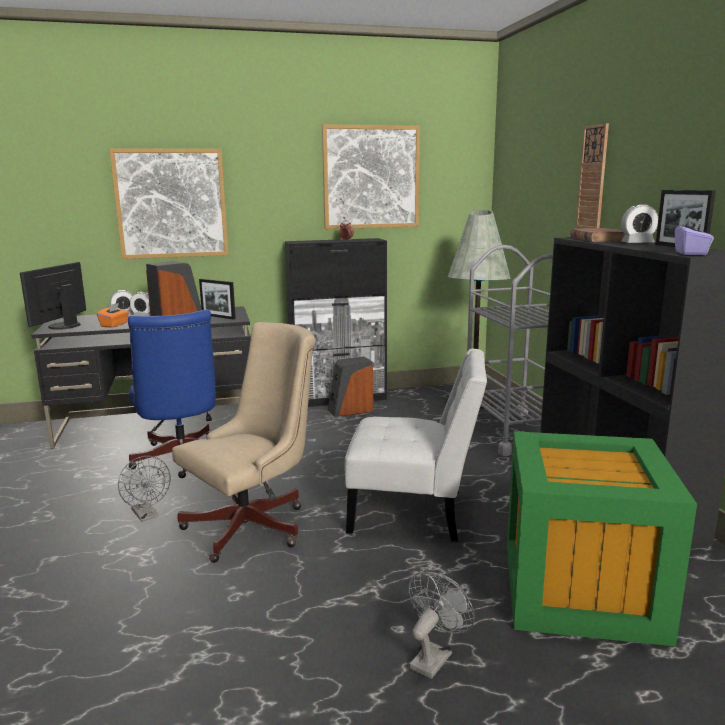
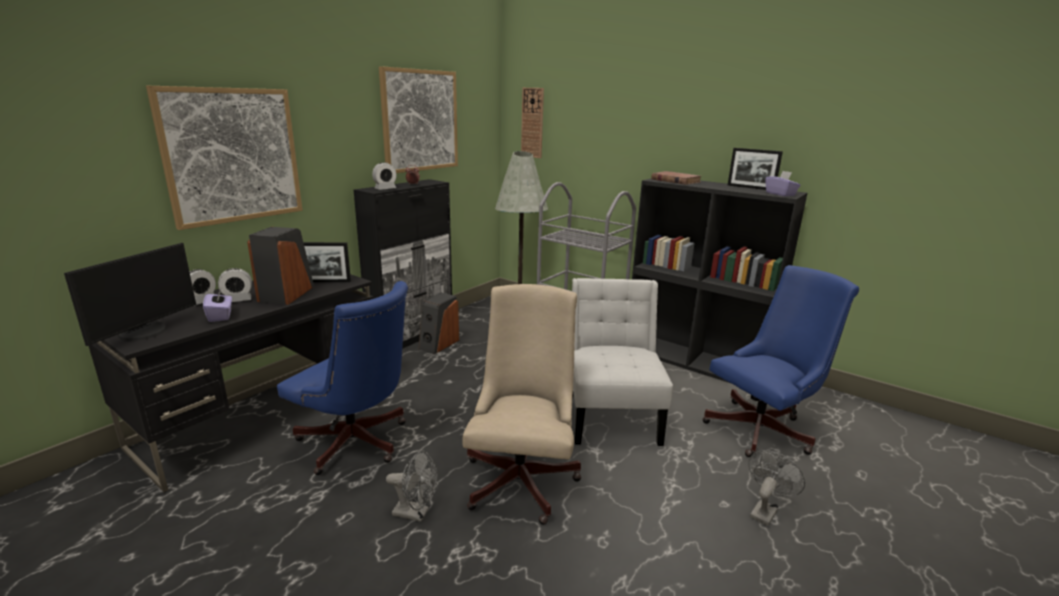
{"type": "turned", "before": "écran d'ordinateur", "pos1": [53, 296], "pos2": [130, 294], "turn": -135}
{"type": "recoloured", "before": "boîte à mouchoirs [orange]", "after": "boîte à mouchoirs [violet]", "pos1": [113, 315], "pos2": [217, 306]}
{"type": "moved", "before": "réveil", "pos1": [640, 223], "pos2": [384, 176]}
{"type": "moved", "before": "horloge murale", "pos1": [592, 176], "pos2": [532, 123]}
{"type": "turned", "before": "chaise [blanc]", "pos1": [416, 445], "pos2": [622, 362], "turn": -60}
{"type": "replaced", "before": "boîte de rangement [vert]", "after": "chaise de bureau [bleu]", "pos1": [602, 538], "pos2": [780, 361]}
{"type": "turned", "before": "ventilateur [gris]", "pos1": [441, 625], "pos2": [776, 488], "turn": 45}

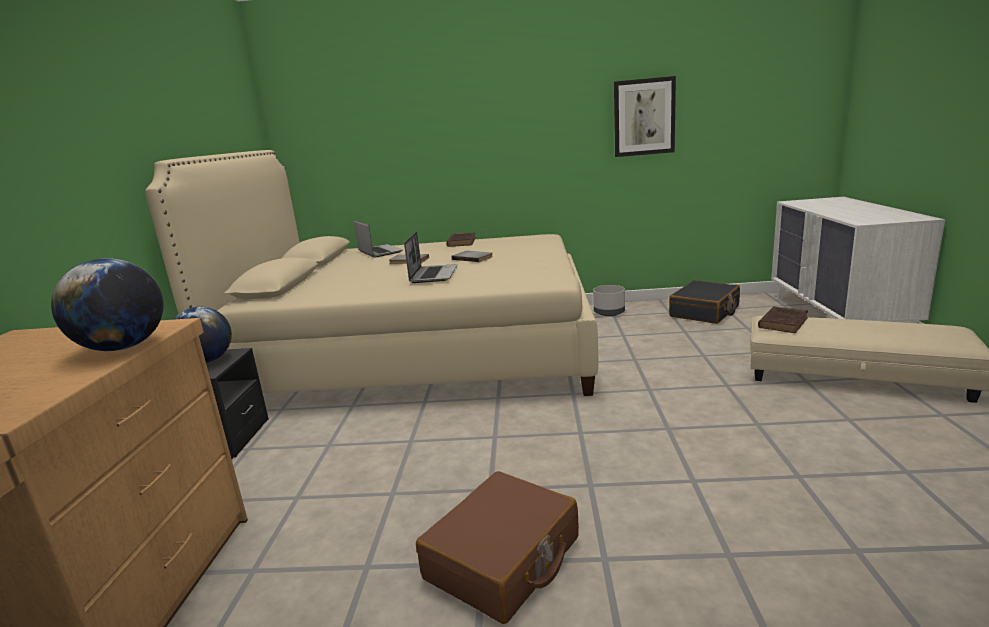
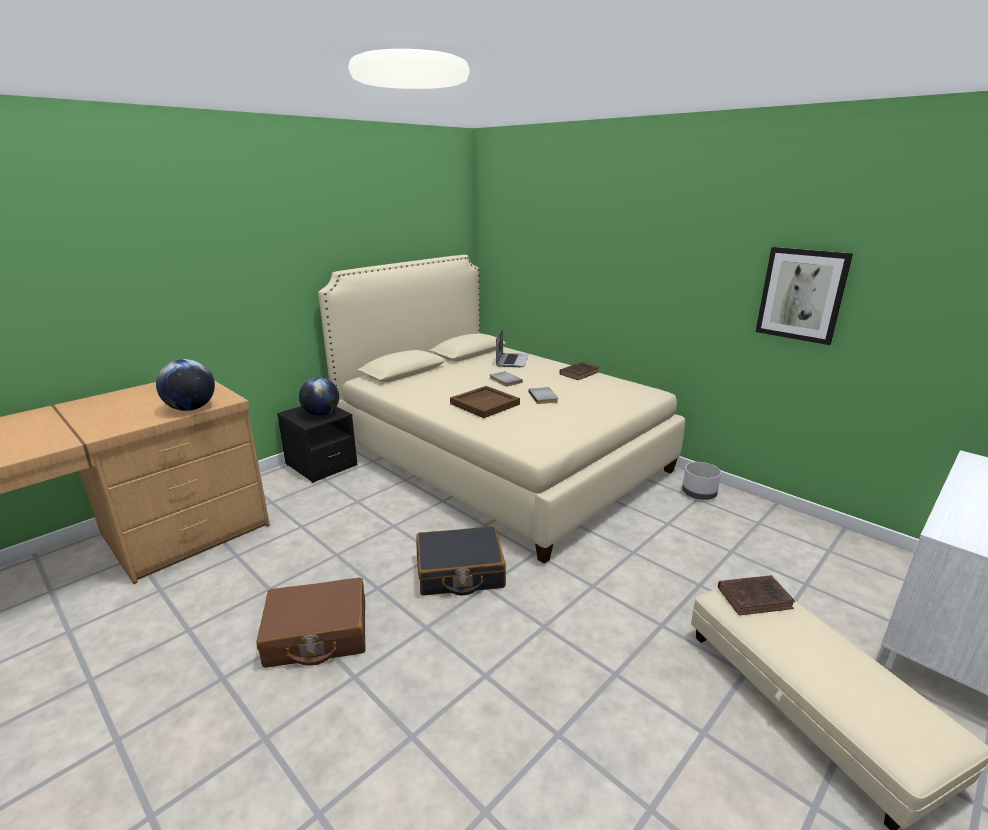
{"type": "moved", "before": "valise [noir]", "pos1": [704, 302], "pos2": [461, 561]}
{"type": "replaced", "before": "ordinateur portable", "after": "plateau [marron]", "pos1": [431, 257], "pos2": [485, 402]}

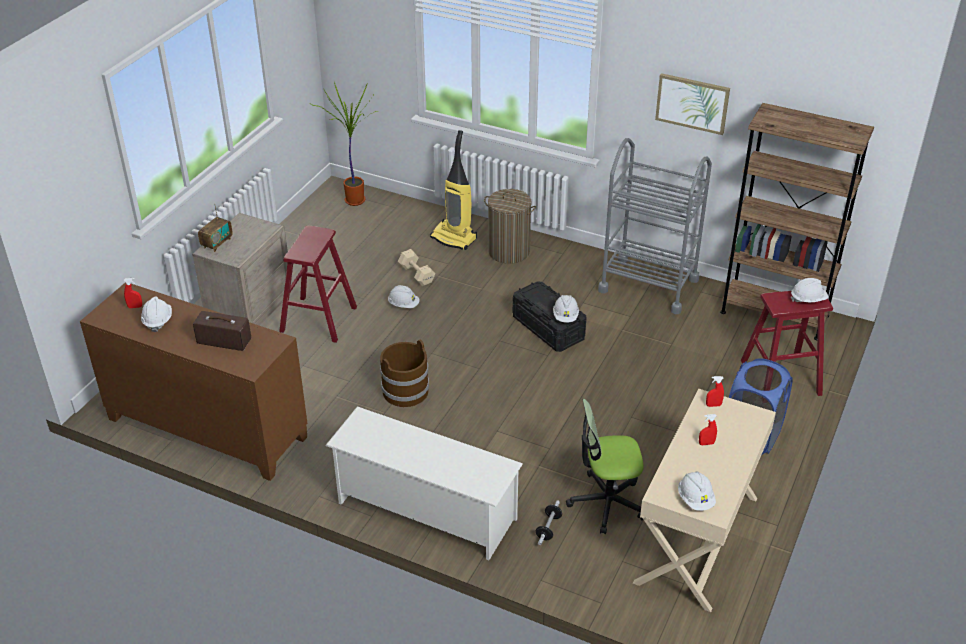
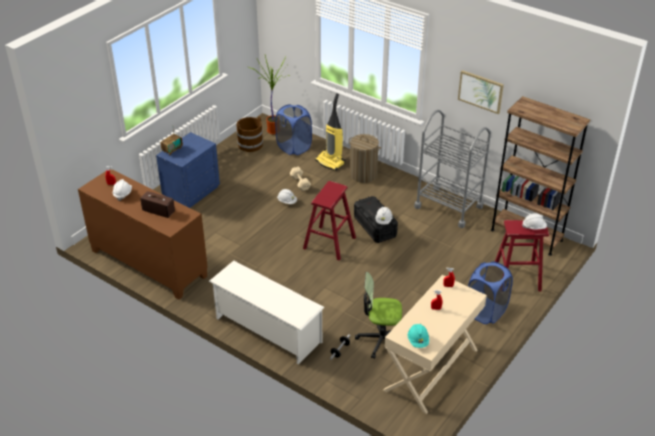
{"type": "recoloured", "before": "table de chevet [beige]", "after": "table de chevet [bleu]", "pos1": [243, 269], "pos2": [188, 170]}
{"type": "moved", "before": "seau [marron]", "pos1": [404, 373], "pos2": [249, 134]}
{"type": "added", "after": "panier à linge [bleu]", "pos2": [293, 129]}
{"type": "moved", "before": "tabouret [rouge]", "pos1": [318, 284], "pos2": [329, 221]}
{"type": "recoloured", "before": "casque de chantier [blanc]", "after": "casque de chantier [turquoise]", "pos1": [697, 491], "pos2": [418, 336]}

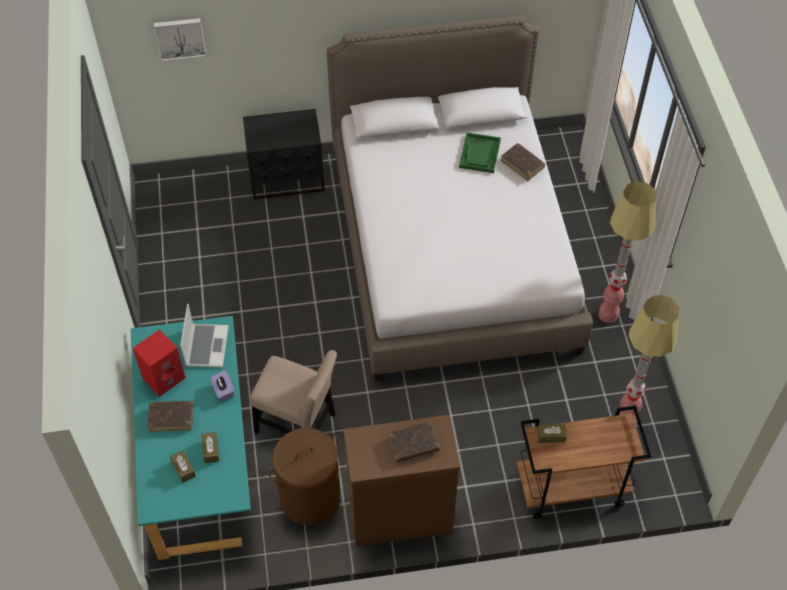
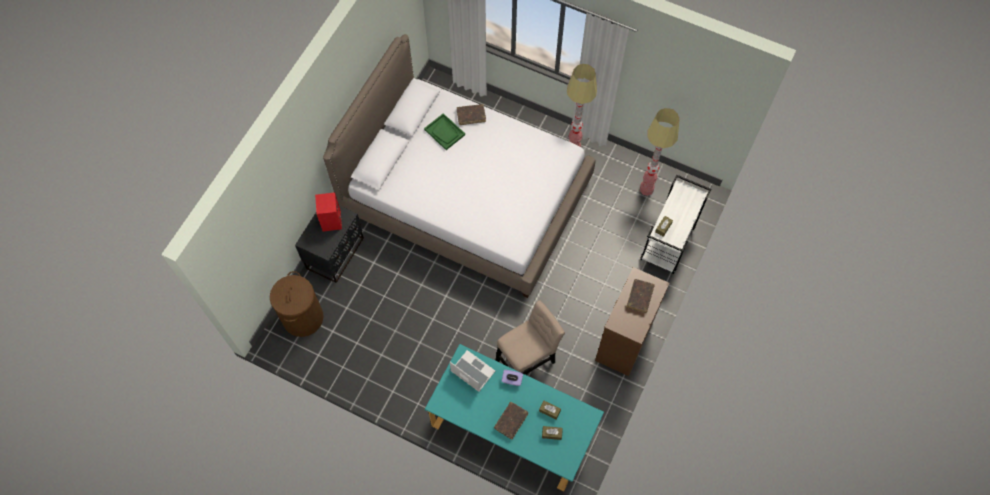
{"type": "moved", "before": "panier à linge [marron]", "pos1": [305, 476], "pos2": [296, 304]}
{"type": "moved", "before": "enceinte [rouge]", "pos1": [159, 363], "pos2": [328, 212]}
{"type": "recoloured", "before": "chariot [marron]", "after": "chariot [blanc]", "pos1": [584, 462], "pos2": [675, 224]}
{"type": "removed", "before": "tableau", "pos1": [180, 39]}

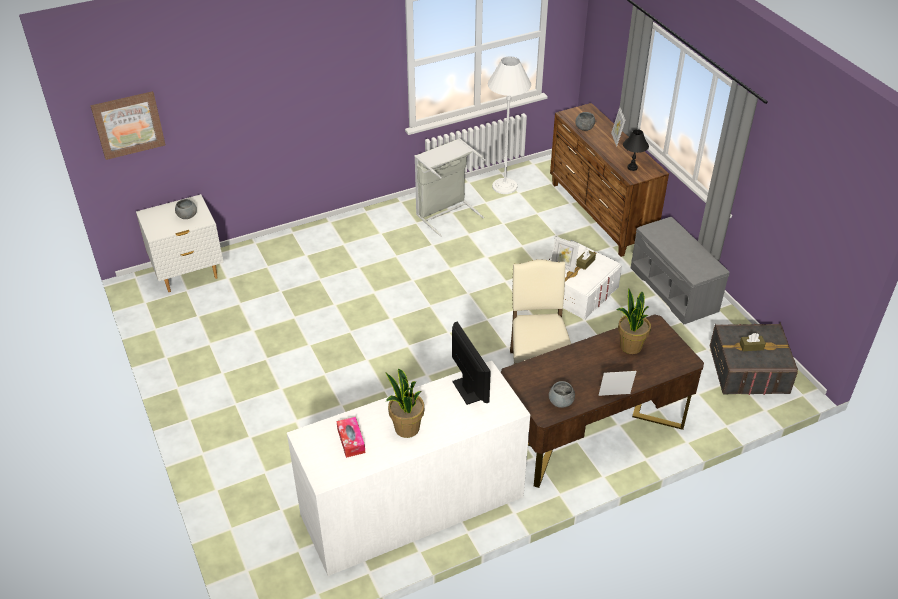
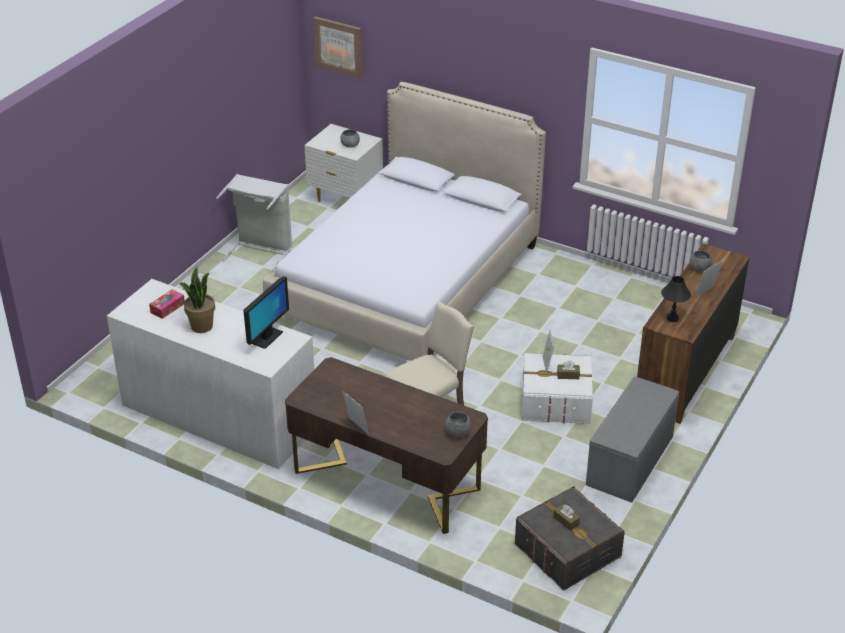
{"type": "moved", "before": "panier à linge [gris]", "pos1": [450, 187], "pos2": [254, 223]}
{"type": "added", "after": "lit", "pos2": [404, 221]}
{"type": "moved", "before": "bol [gris]", "pos1": [562, 394], "pos2": [458, 424]}
{"type": "removed", "before": "lampadaire [blanc]", "pos1": [509, 125]}
{"type": "removed", "before": "plante en pot", "pos1": [634, 321]}

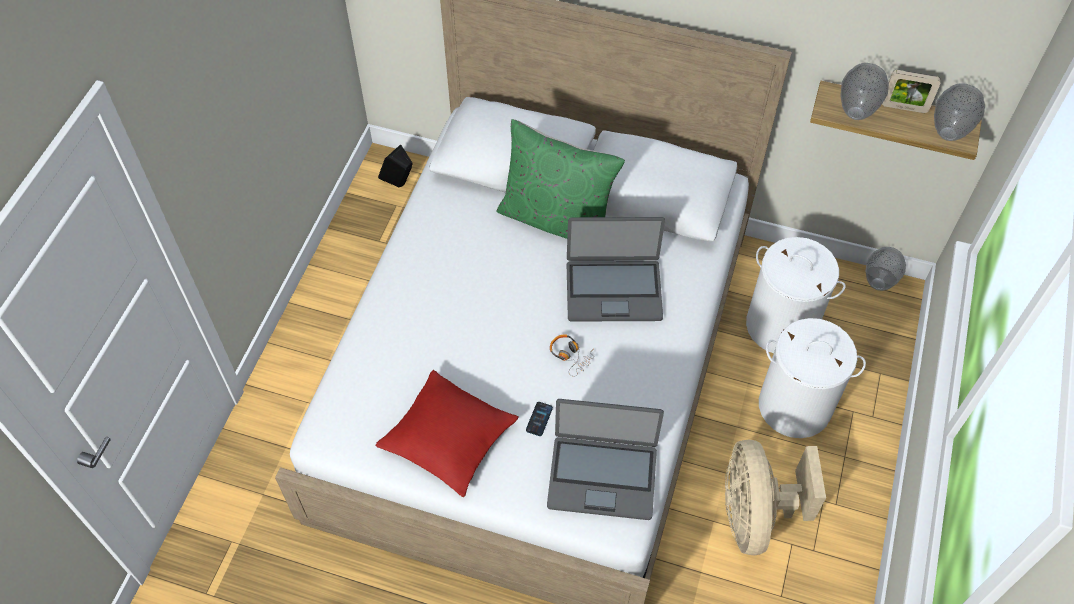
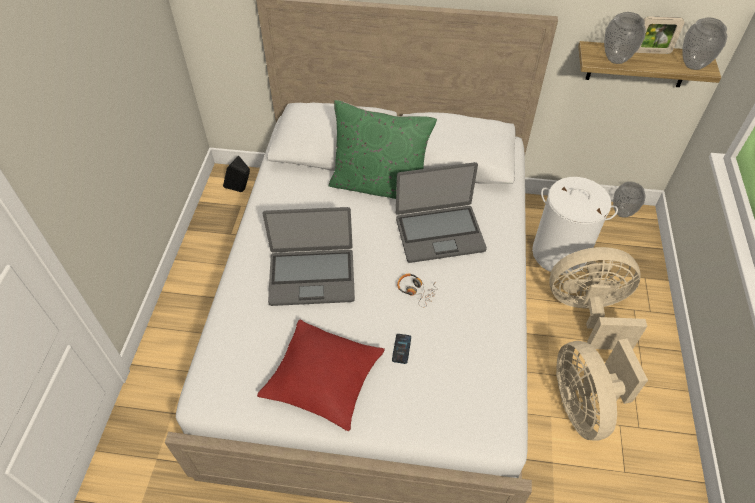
{"type": "moved", "before": "ordinateur portable", "pos1": [605, 459], "pos2": [309, 256]}
{"type": "replaced", "before": "panier à linge [blanc]", "after": "ventilateur [beige]", "pos1": [812, 378], "pos2": [598, 298]}

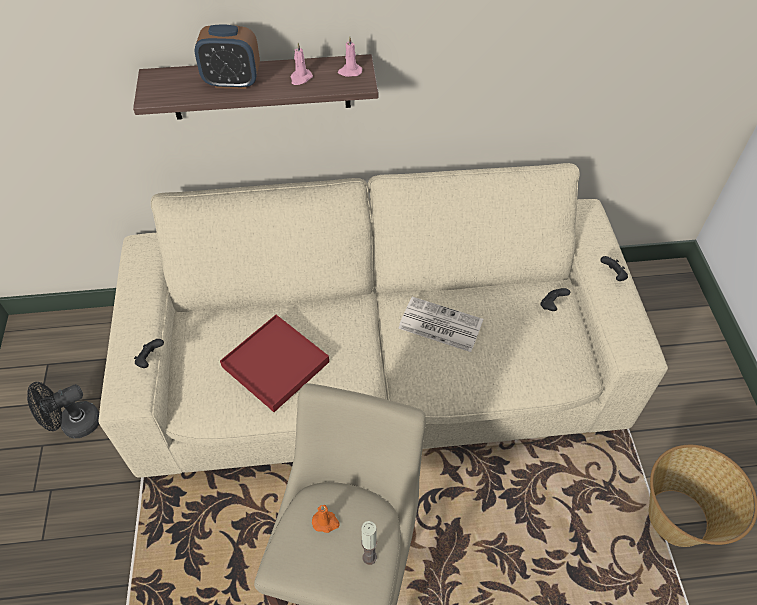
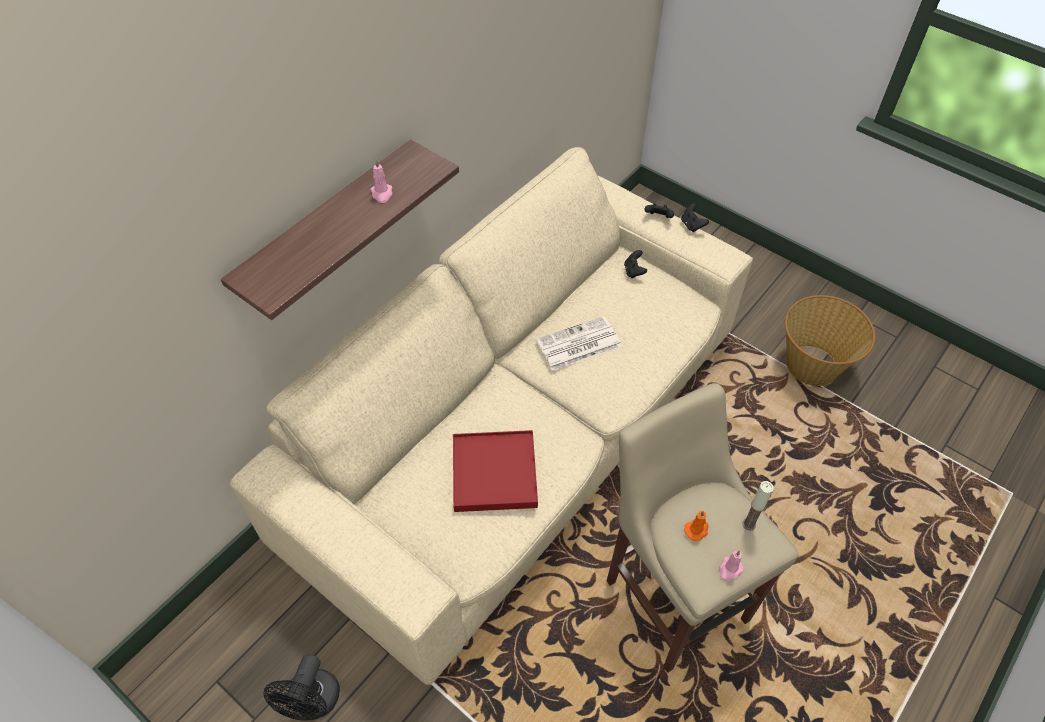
{"type": "moved", "before": "manette [noir]", "pos1": [149, 353], "pos2": [695, 217]}
{"type": "moved", "before": "bougie [rose]", "pos1": [350, 56], "pos2": [731, 565]}
{"type": "removed", "before": "réveil", "pos1": [227, 56]}

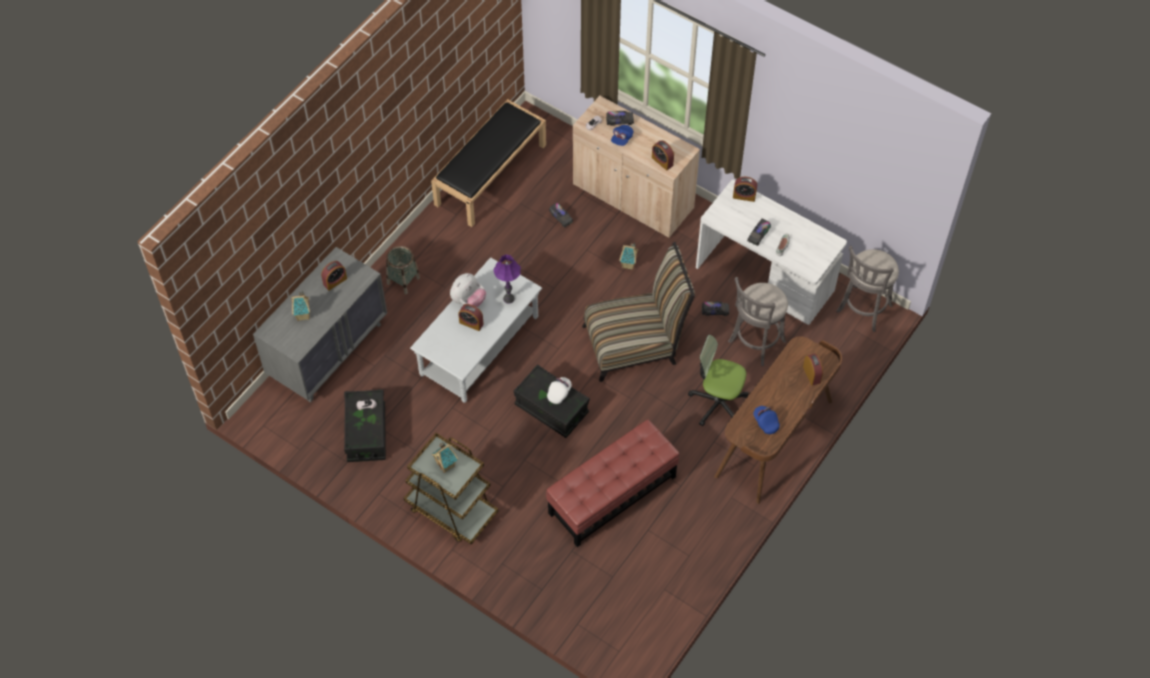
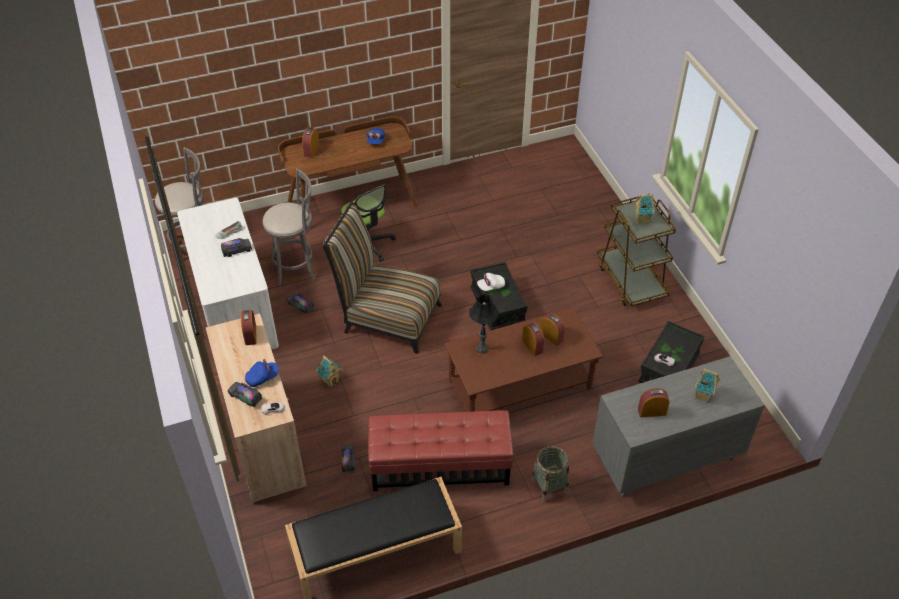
{"type": "moved", "before": "pouf [rouge]", "pos1": [612, 483], "pos2": [440, 450]}
{"type": "recoloured", "before": "table basse [gris]", "after": "table basse [marron]", "pos1": [476, 330], "pos2": [524, 359]}
{"type": "recoloured", "before": "lampe de table [violet]", "after": "lampe de table [noir]", "pos1": [507, 279], "pos2": [484, 323]}
{"type": "moved", "before": "réveil", "pos1": [745, 189], "pos2": [552, 329]}
{"type": "removed", "before": "peluche", "pos1": [468, 290]}

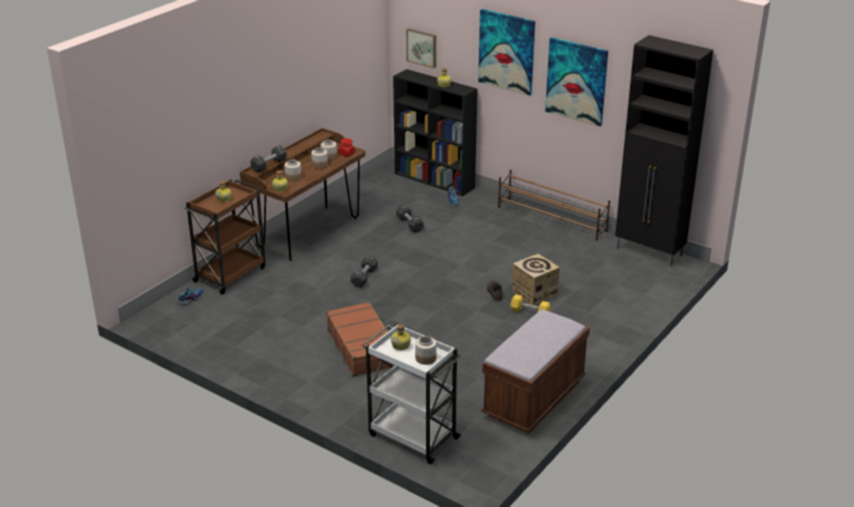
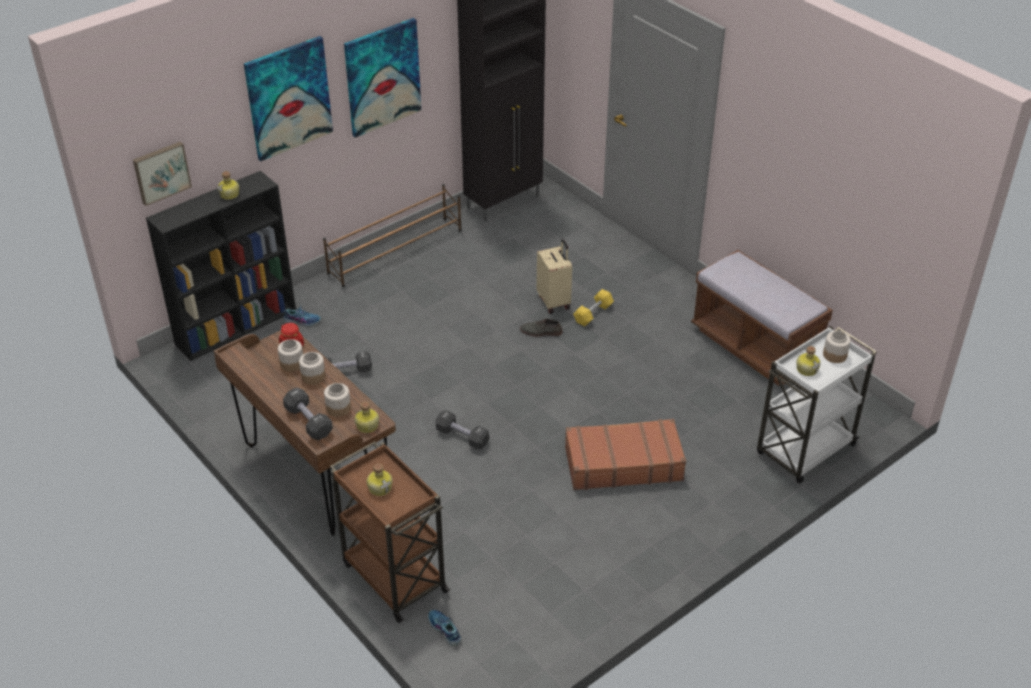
{"type": "replaced", "before": "carton", "after": "valise [beige]", "pos1": [536, 279], "pos2": [554, 276]}

